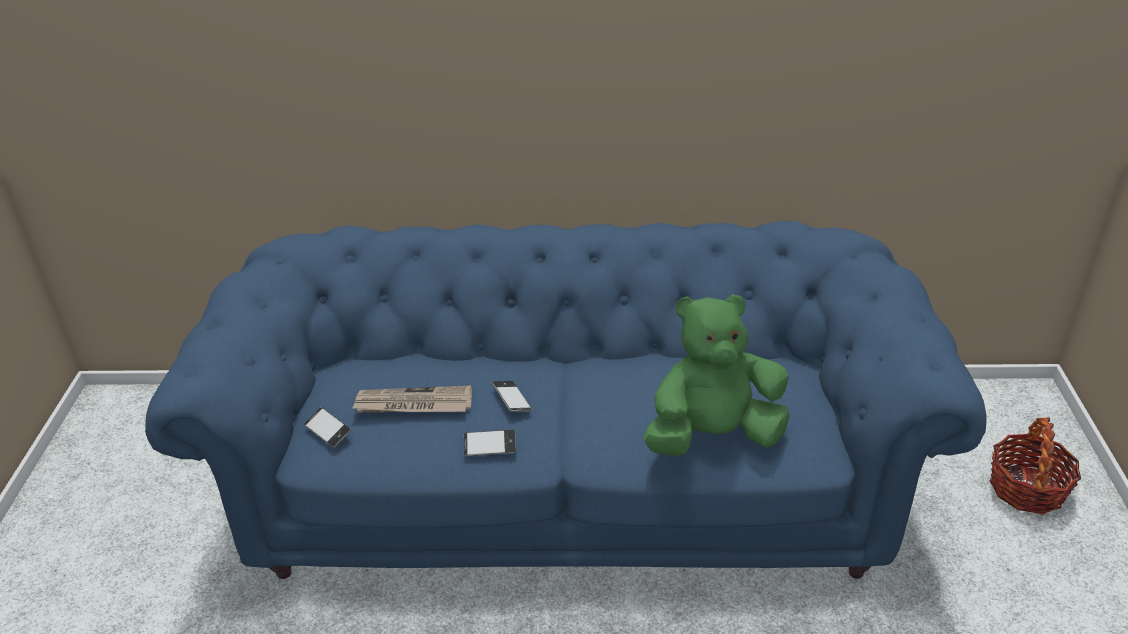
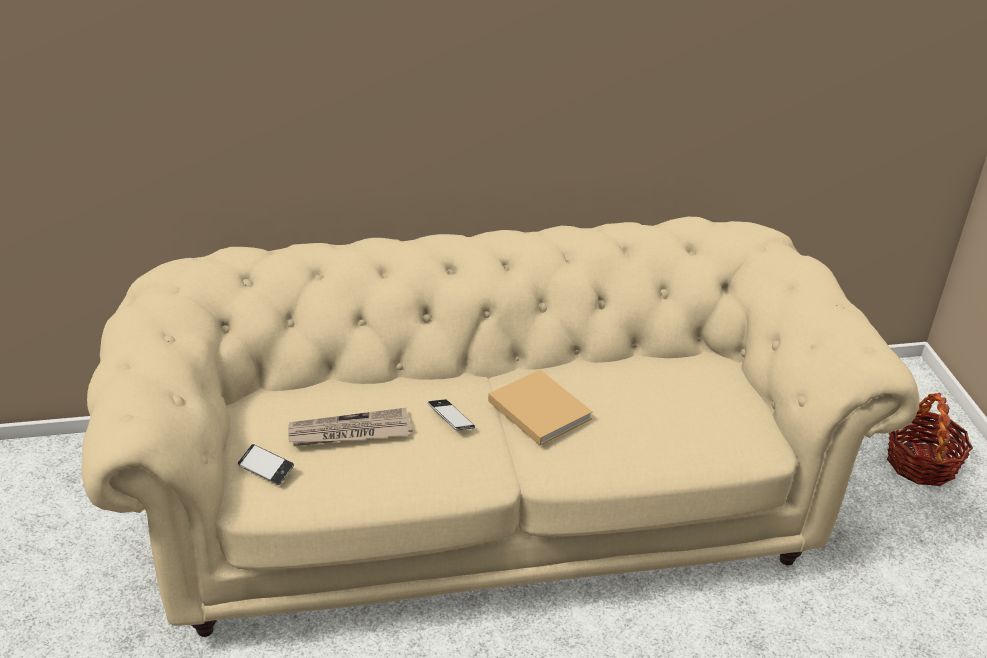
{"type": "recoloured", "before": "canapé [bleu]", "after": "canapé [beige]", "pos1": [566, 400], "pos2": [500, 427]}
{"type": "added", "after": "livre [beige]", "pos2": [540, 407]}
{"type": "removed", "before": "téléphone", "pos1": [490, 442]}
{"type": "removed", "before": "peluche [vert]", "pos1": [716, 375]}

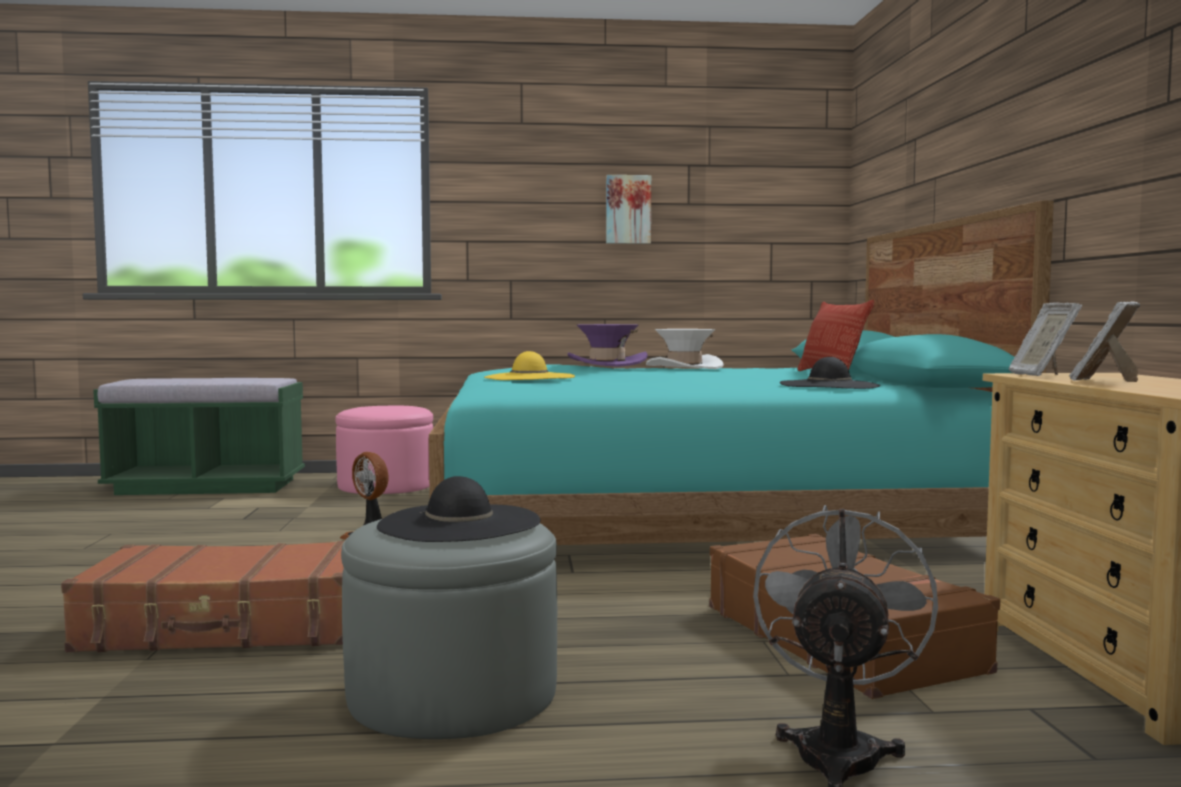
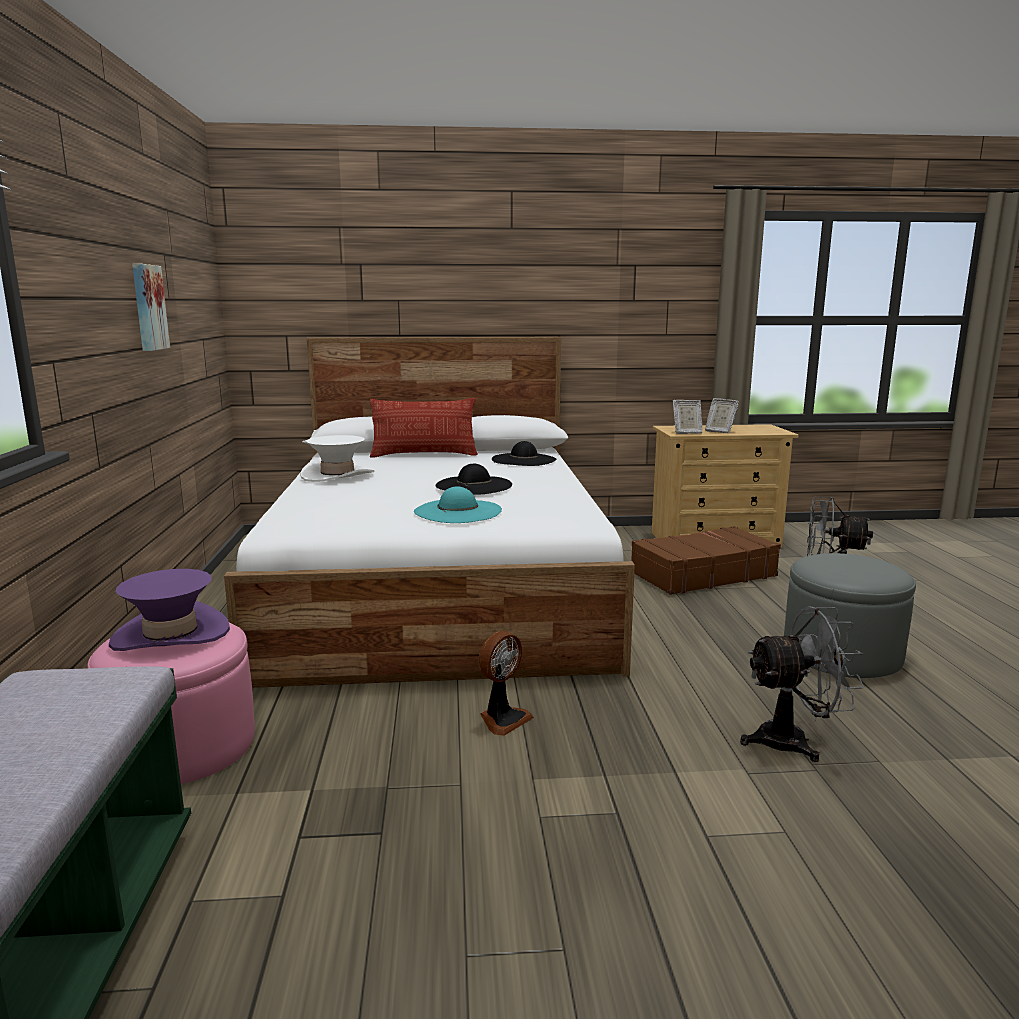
{"type": "moved", "before": "chapeau [violet]", "pos1": [608, 345], "pos2": [169, 610]}
{"type": "recoloured", "before": "lit [turquoise]", "after": "lit [blanc]", "pos1": [741, 372], "pos2": [429, 512]}
{"type": "recoloured", "before": "chapeau [jaune]", "after": "chapeau [turquoise]", "pos1": [529, 365], "pos2": [458, 504]}
{"type": "moved", "before": "chapeau [noir]", "pos1": [458, 509], "pos2": [473, 479]}
{"type": "replaced", "before": "valise [marron]", "after": "ventilateur [gris]", "pos1": [202, 597], "pos2": [802, 684]}

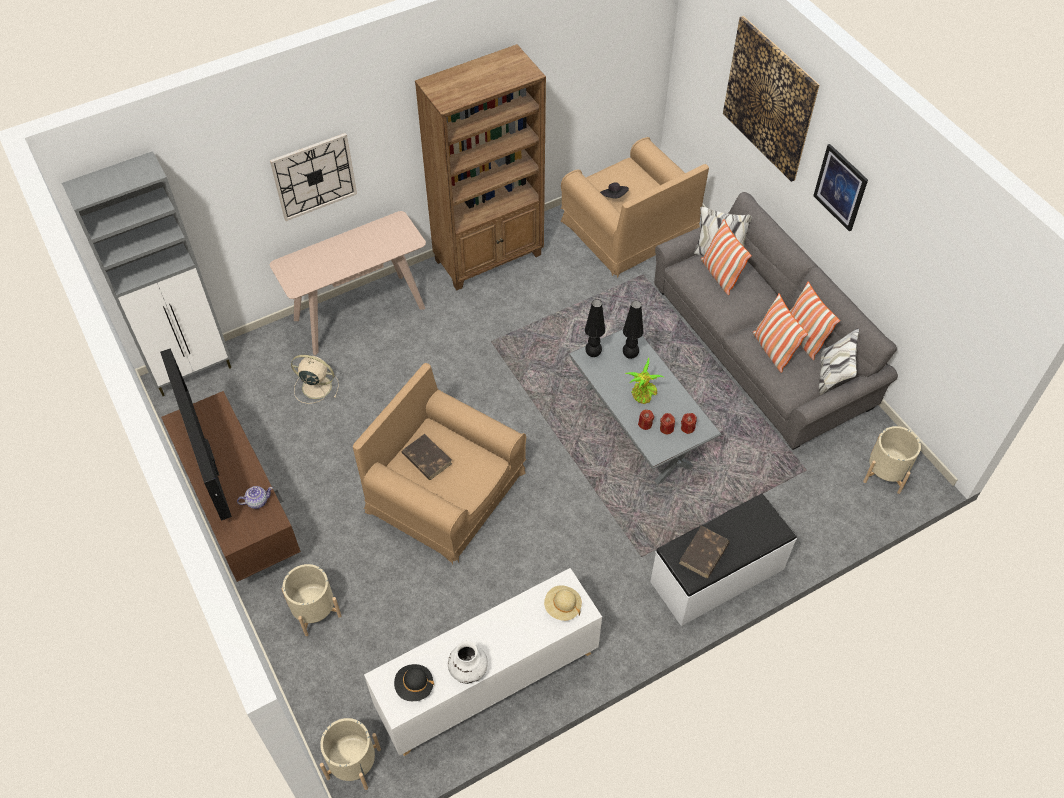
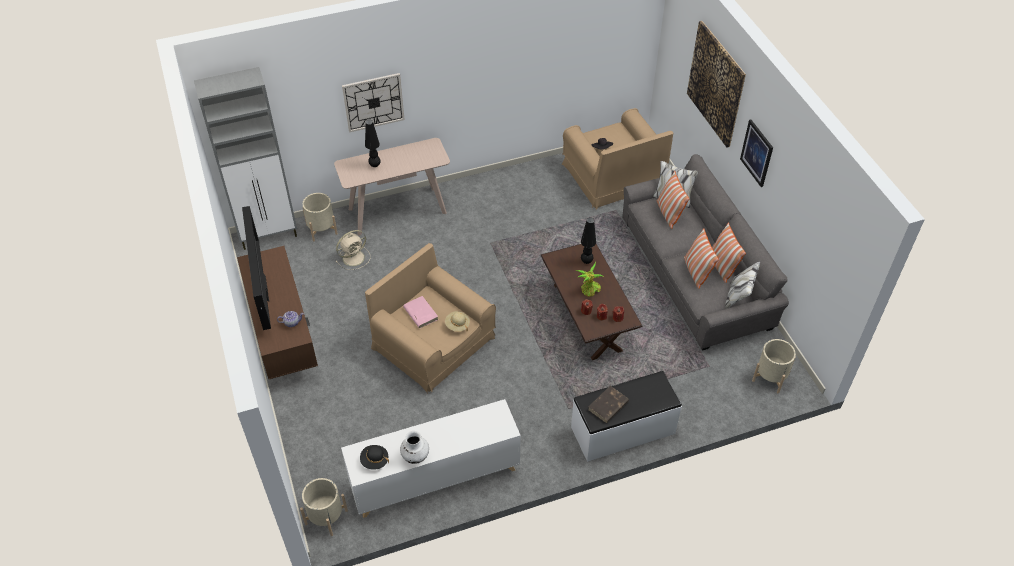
{"type": "moved", "before": "cache-pot [beige]", "pos1": [311, 600], "pos2": [320, 217]}
{"type": "turned", "before": "ventilateur [beige]", "pos1": [315, 379], "pos2": [353, 250], "turn": 120}
{"type": "moved", "before": "lampe de table [noir]", "pos1": [595, 328], "pos2": [373, 143]}
{"type": "recoloured", "before": "livre [marron]", "after": "livre [rose]", "pos1": [427, 457], "pos2": [420, 312]}
{"type": "moved", "before": "chapeau [beige]", "pos1": [563, 603], "pos2": [457, 321]}
{"type": "recoloured", "before": "table basse [gris]", "after": "table basse [marron]", "pos1": [645, 407], "pos2": [592, 302]}
{"type": "removed", "before": "bibliothèque [marron]", "pos1": [480, 167]}

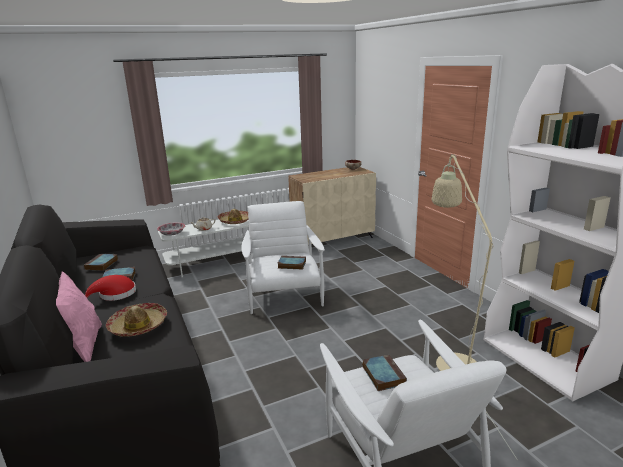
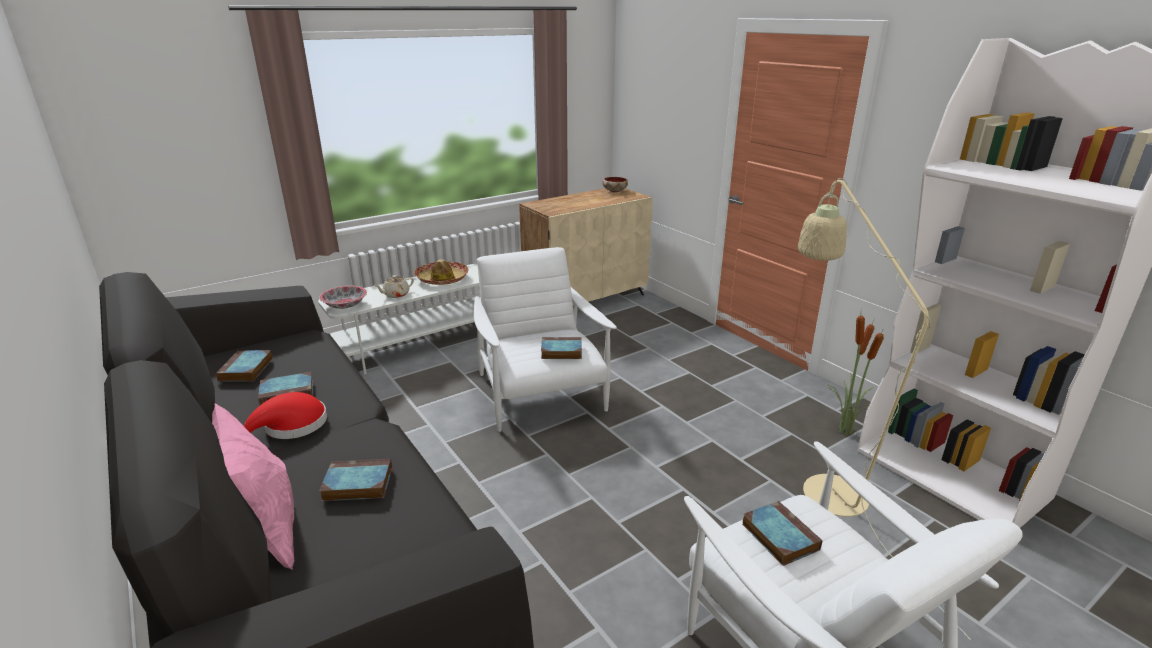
{"type": "replaced", "before": "chapeau", "after": "livre", "pos1": [136, 320], "pos2": [355, 480]}
{"type": "added", "after": "plante en pot", "pos2": [855, 376]}

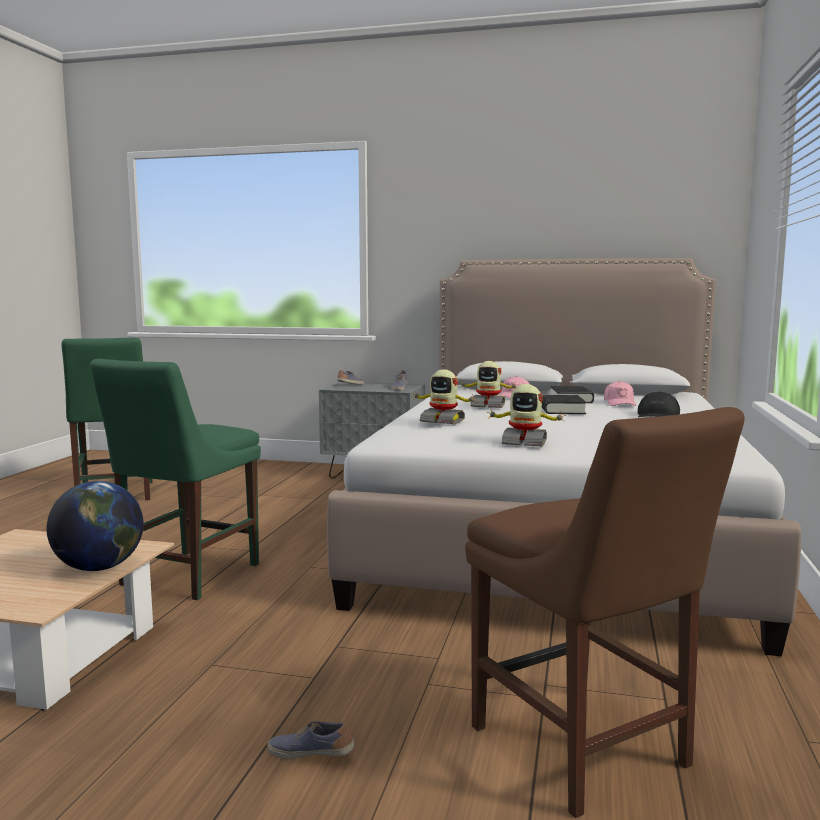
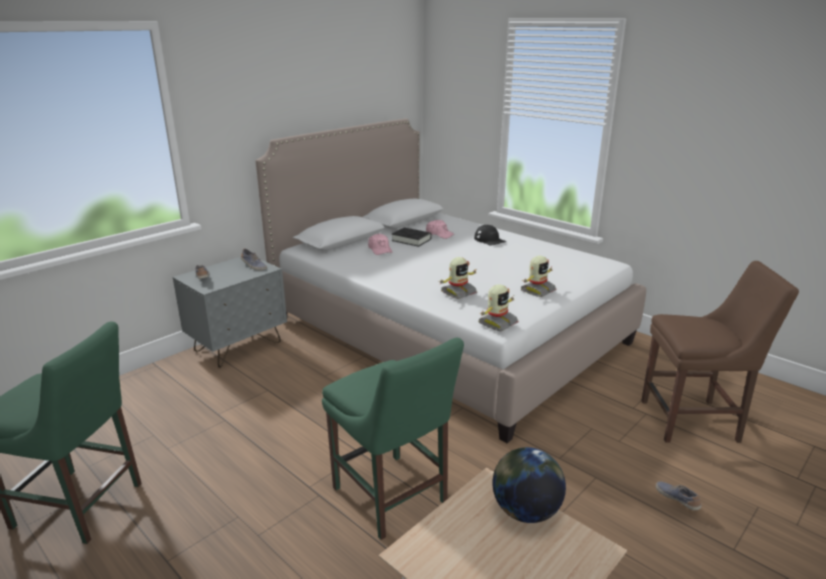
{"type": "moved", "before": "robot jouet", "pos1": [489, 384], "pos2": [498, 307]}
{"type": "turned", "before": "chaussure", "pos1": [311, 740], "pos2": [678, 496], "turn": 105}
{"type": "removed", "before": "livre [noir]", "pos1": [564, 404]}

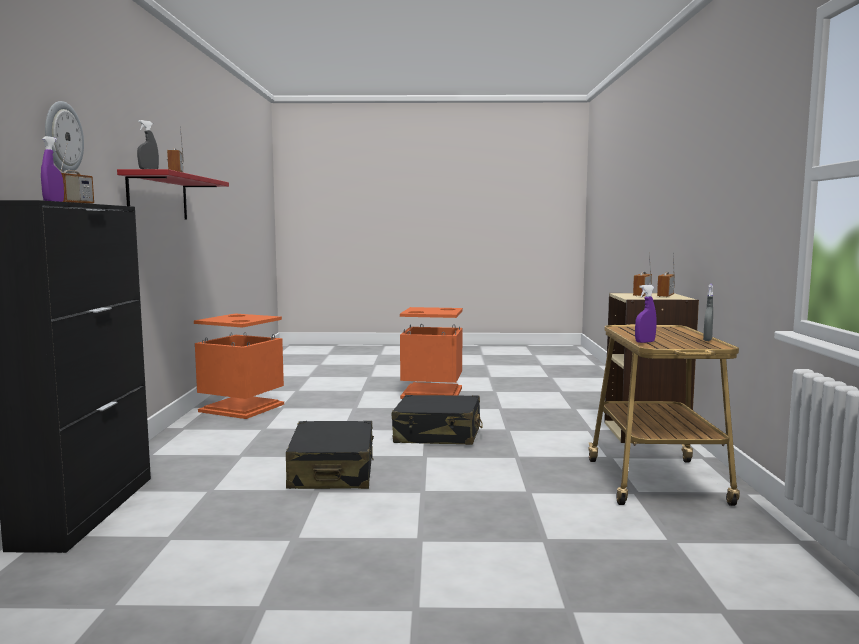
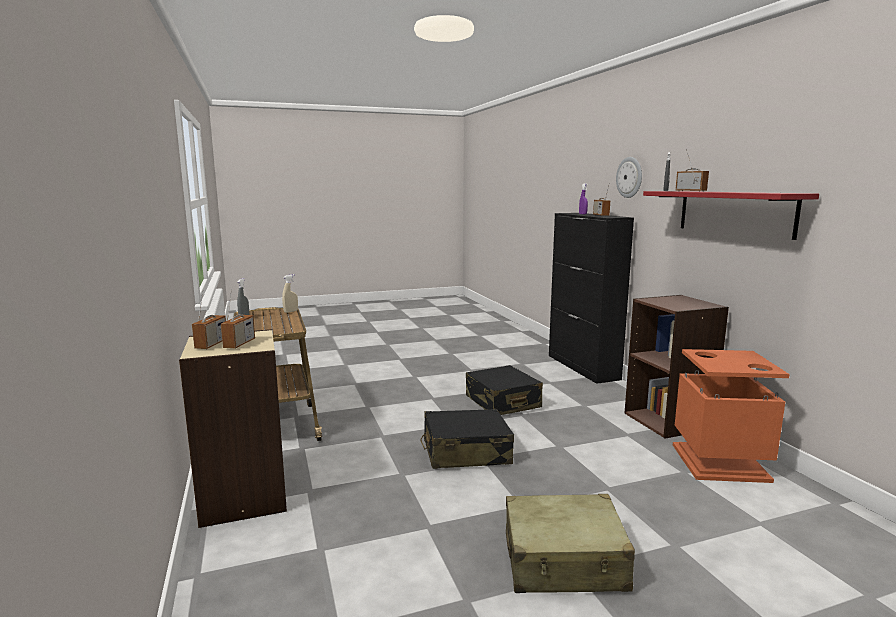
{"type": "recoloured", "before": "vaporisateur [violet]", "after": "vaporisateur [beige]", "pos1": [646, 314], "pos2": [290, 294]}
{"type": "replaced", "before": "poubelle [orange]", "after": "valise [beige]", "pos1": [431, 353], "pos2": [570, 543]}
{"type": "added", "after": "bibliothèque [marron]", "pos2": [676, 366]}

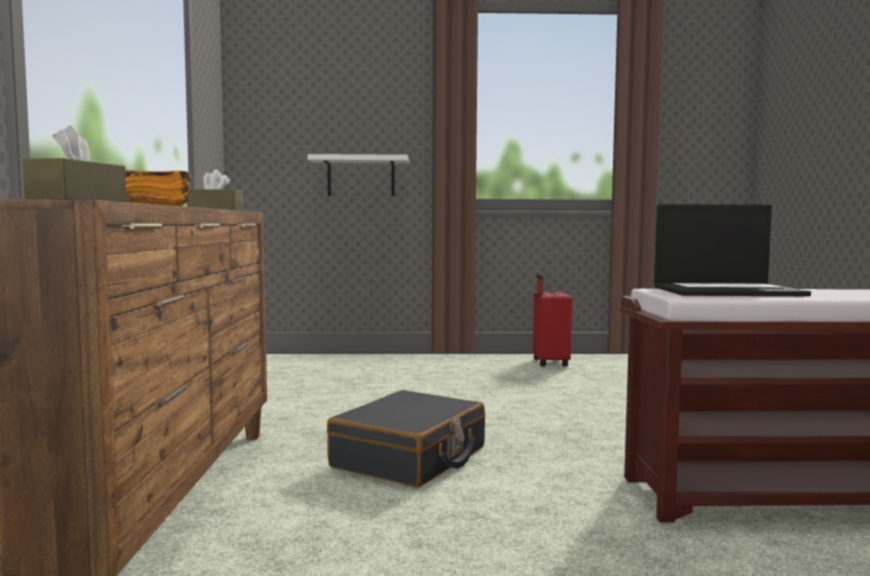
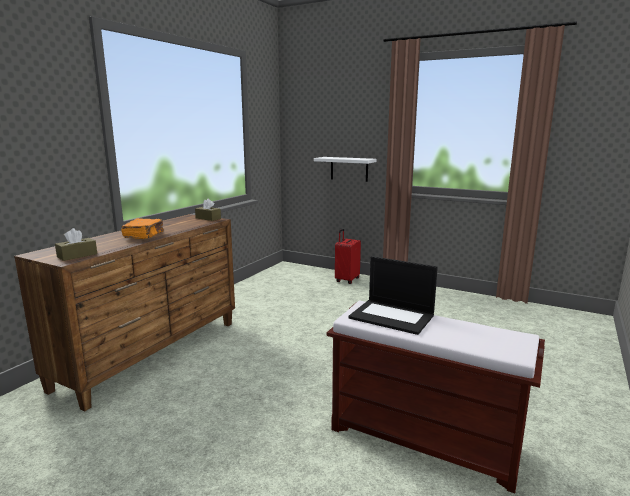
{"type": "moved", "before": "valise [rouge]", "pos1": [552, 320], "pos2": [348, 256]}
{"type": "removed", "before": "valise [noir]", "pos1": [406, 438]}

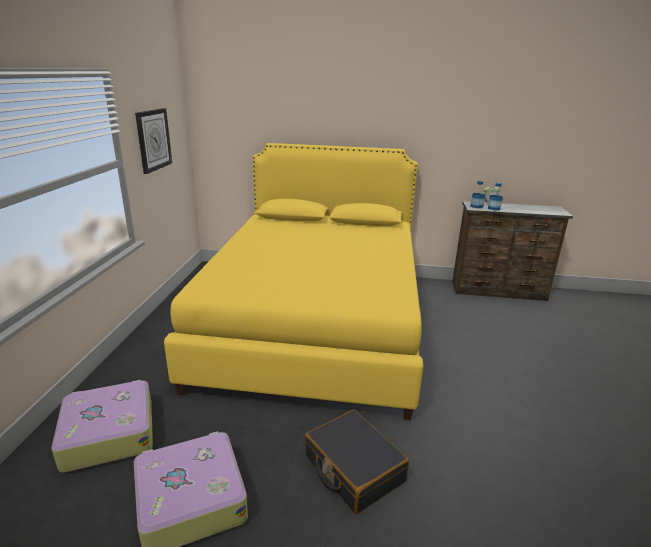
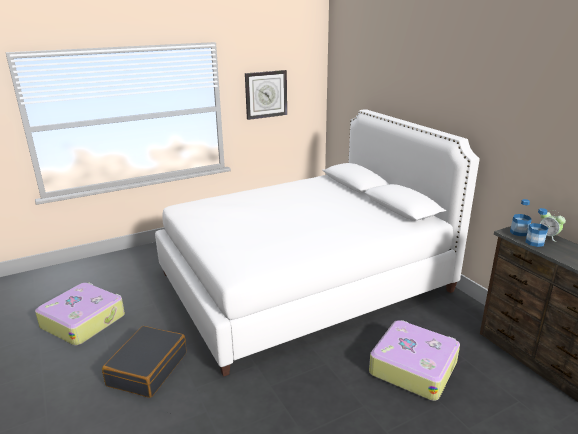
{"type": "recoloured", "before": "lit [jaune]", "after": "lit [blanc]", "pos1": [294, 281], "pos2": [317, 243]}
{"type": "moved", "before": "valise", "pos1": [102, 426], "pos2": [414, 360]}

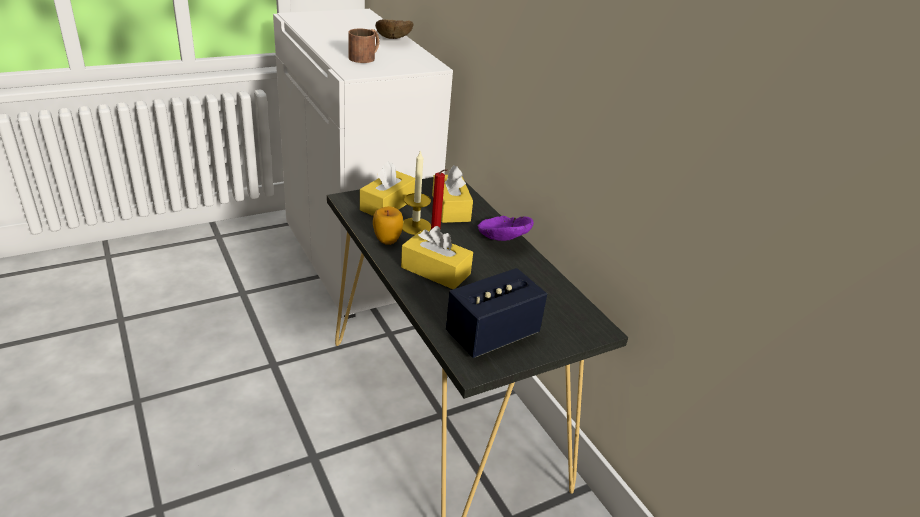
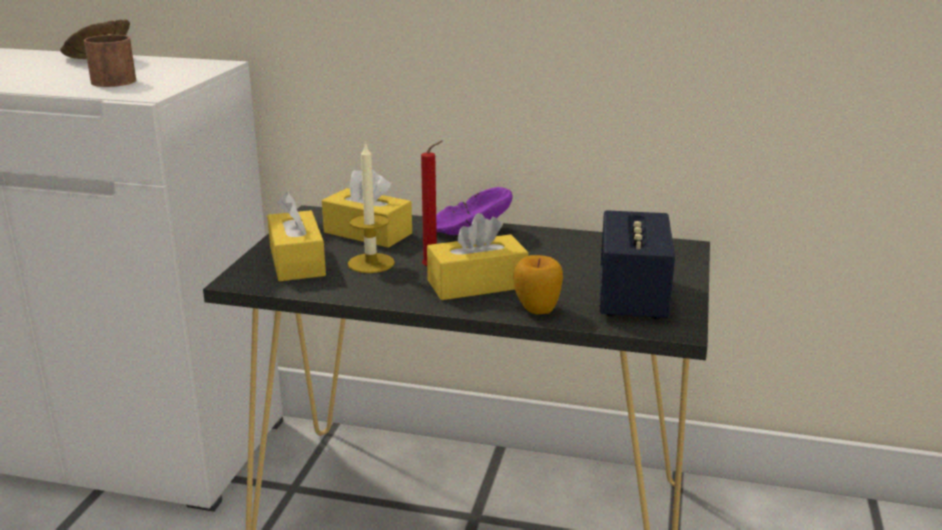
{"type": "moved", "before": "pomme", "pos1": [388, 225], "pos2": [538, 284]}

